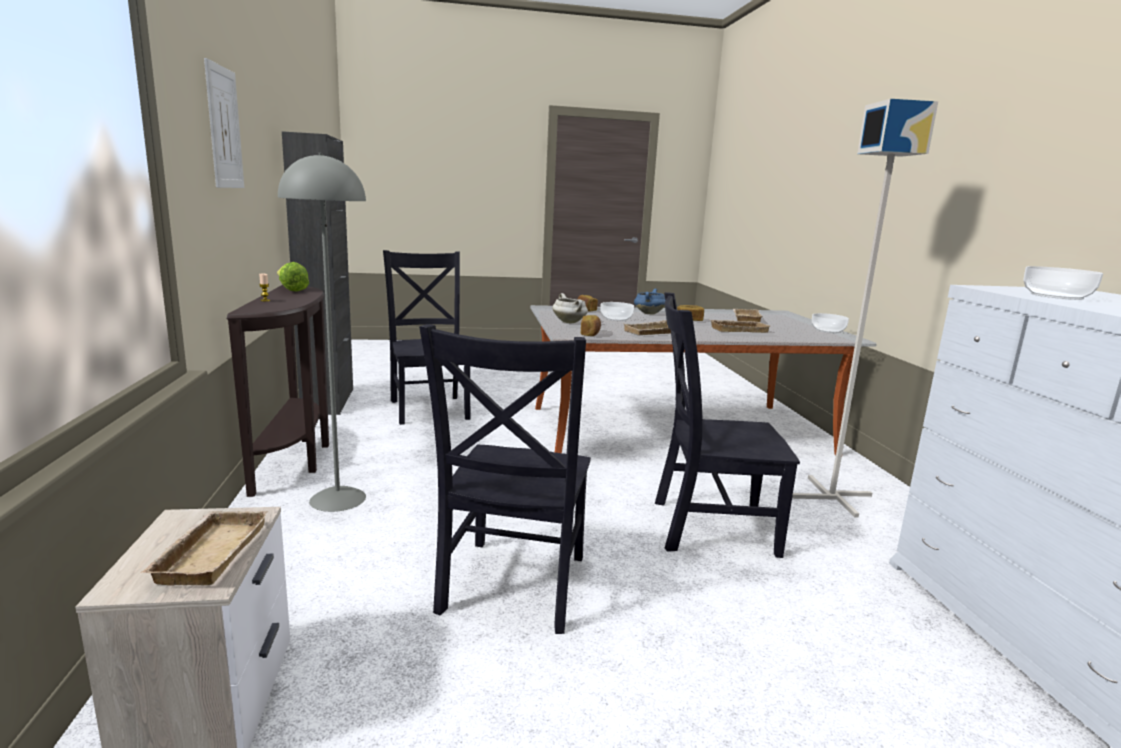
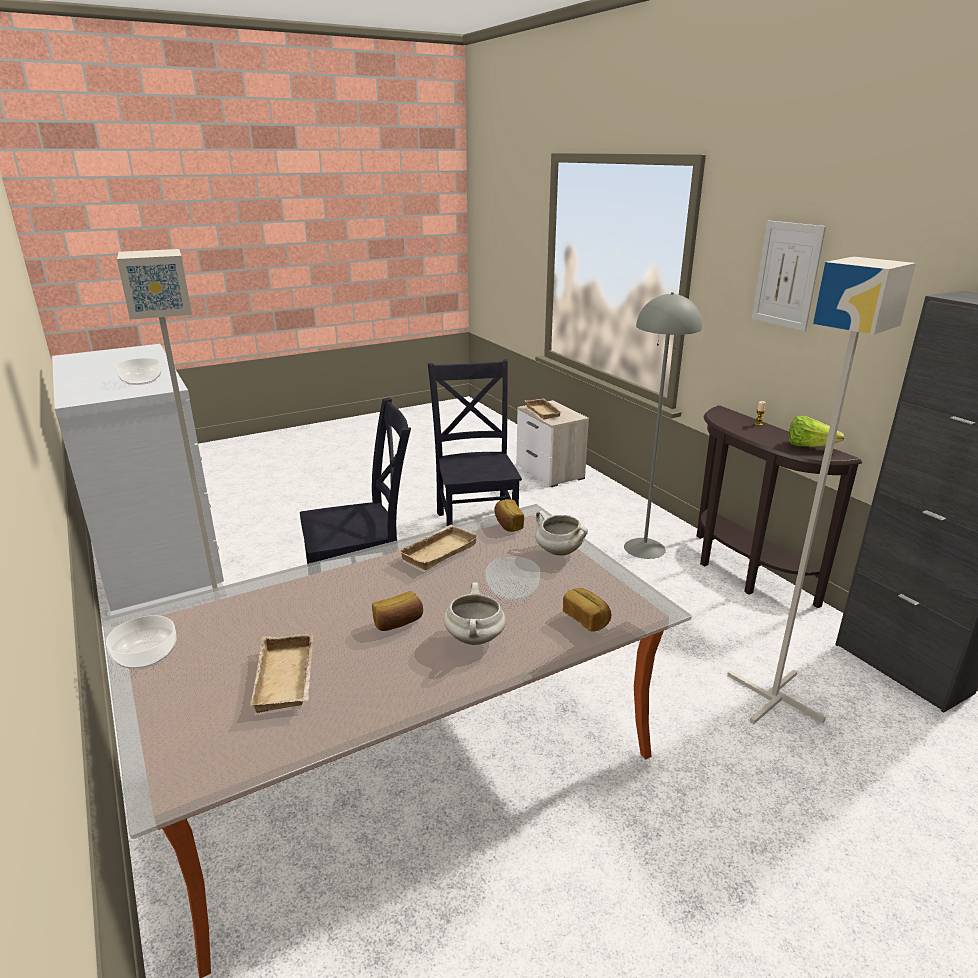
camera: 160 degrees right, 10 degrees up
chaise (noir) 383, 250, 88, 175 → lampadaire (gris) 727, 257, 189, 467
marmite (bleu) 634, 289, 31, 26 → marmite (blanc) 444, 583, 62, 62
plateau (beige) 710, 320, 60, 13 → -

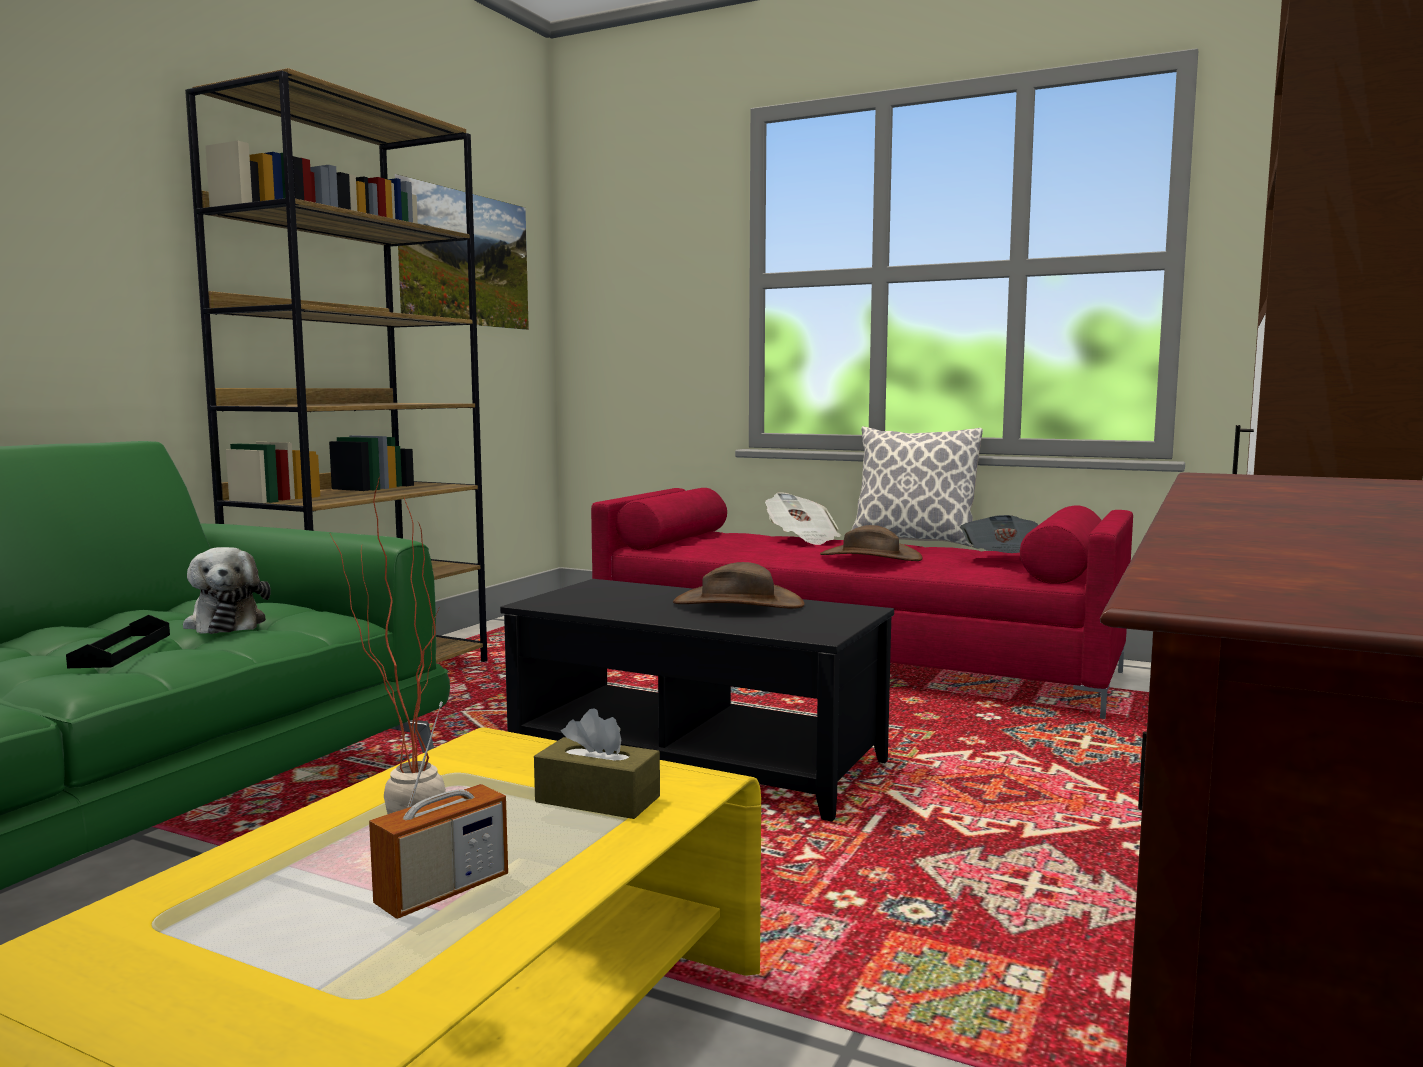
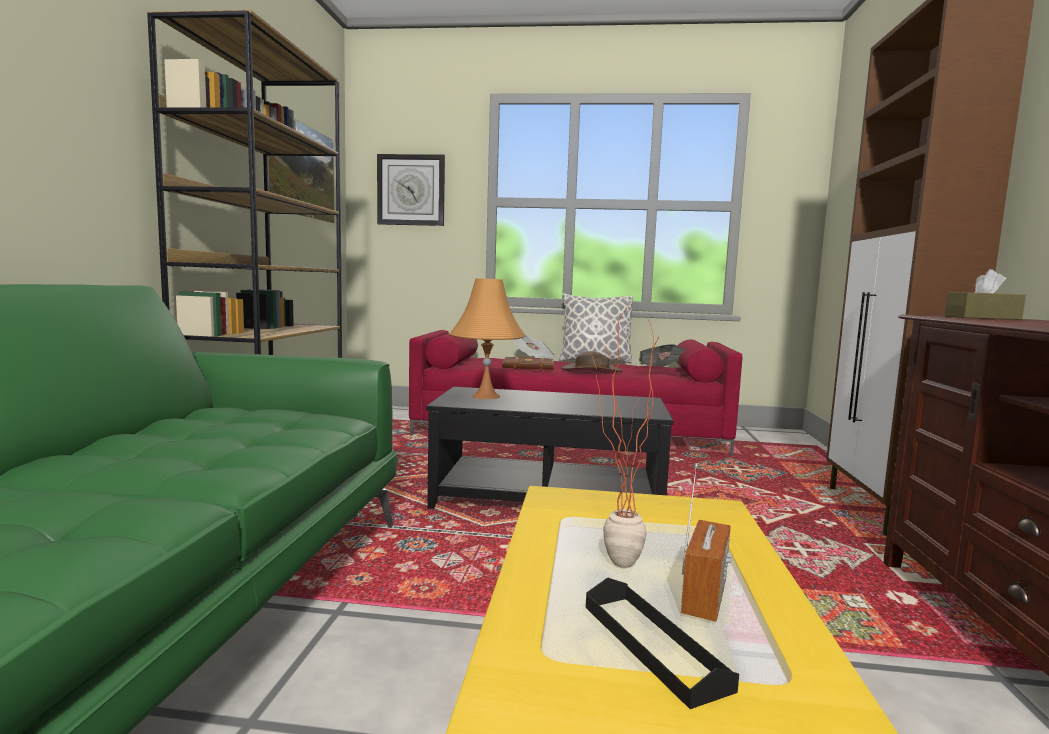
camera: 20 degrees left, 0 degrees up
peluche 183, 547, 88, 87 → -
chapeau (marron) 673, 562, 132, 47 → -
plateau (noir) 66, 615, 104, 53 → plateau (noir) 586, 577, 153, 132, shifted
boîte à mouchoirs (marron) 534, 708, 126, 111 → boîte à mouchoirs (marron) 945, 269, 81, 51, shifted
- → horloge murale 377, 154, 68, 72
- → lampe de table (orange) 449, 278, 76, 121
- → livre (marron) 502, 357, 52, 13

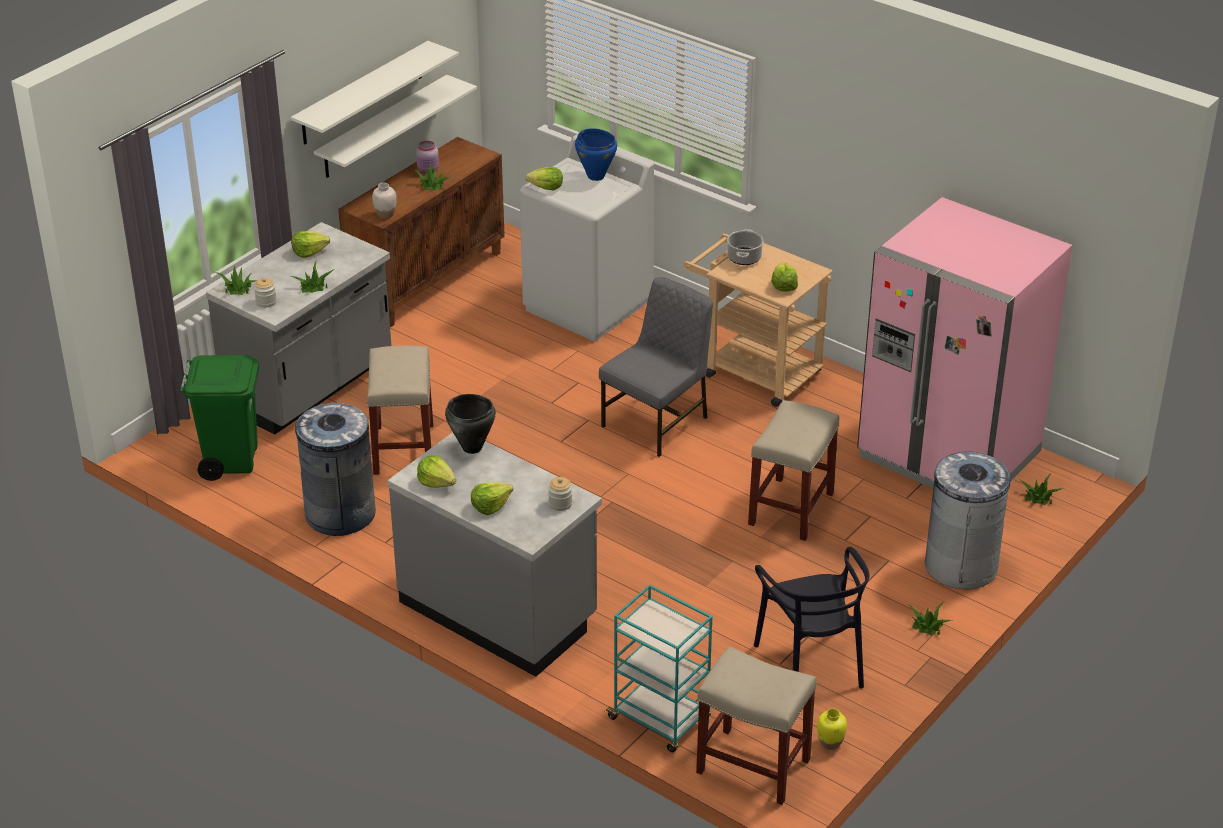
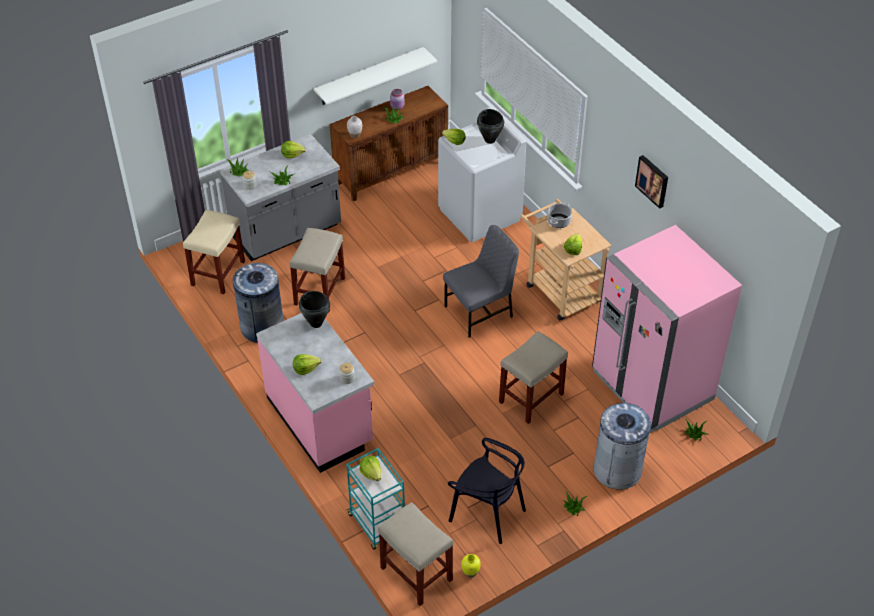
camera: 20 degrees right, 10 degrees up
étagère (blanc) 291, 41, 168, 104 → -
marmite (bleu) 575, 128, 42, 53 → marmite (noir) 477, 109, 27, 35
poubelle (vert) 180, 355, 79, 126 → tabouret (beige) 183, 210, 62, 84
comptoir de cuisine (gris) 388, 432, 214, 245 → comptoir de cuisine (rose) 256, 313, 118, 160
laitue 417, 455, 39, 33 → laitue 359, 456, 22, 25, shifted
chaise (noir) 754, 547, 115, 142 → chaise (noir) 448, 438, 78, 106, 60 degrees counterclockwise
- → tableau 635, 155, 33, 54

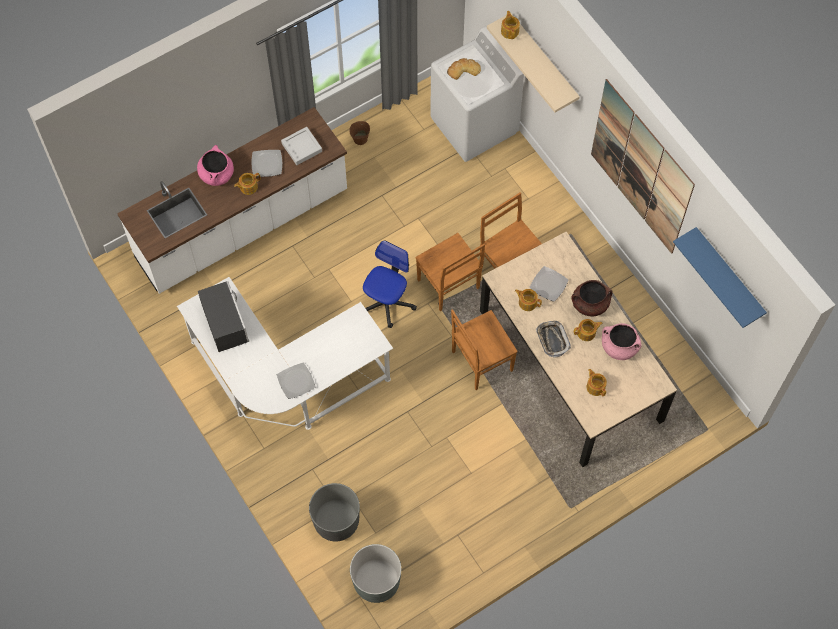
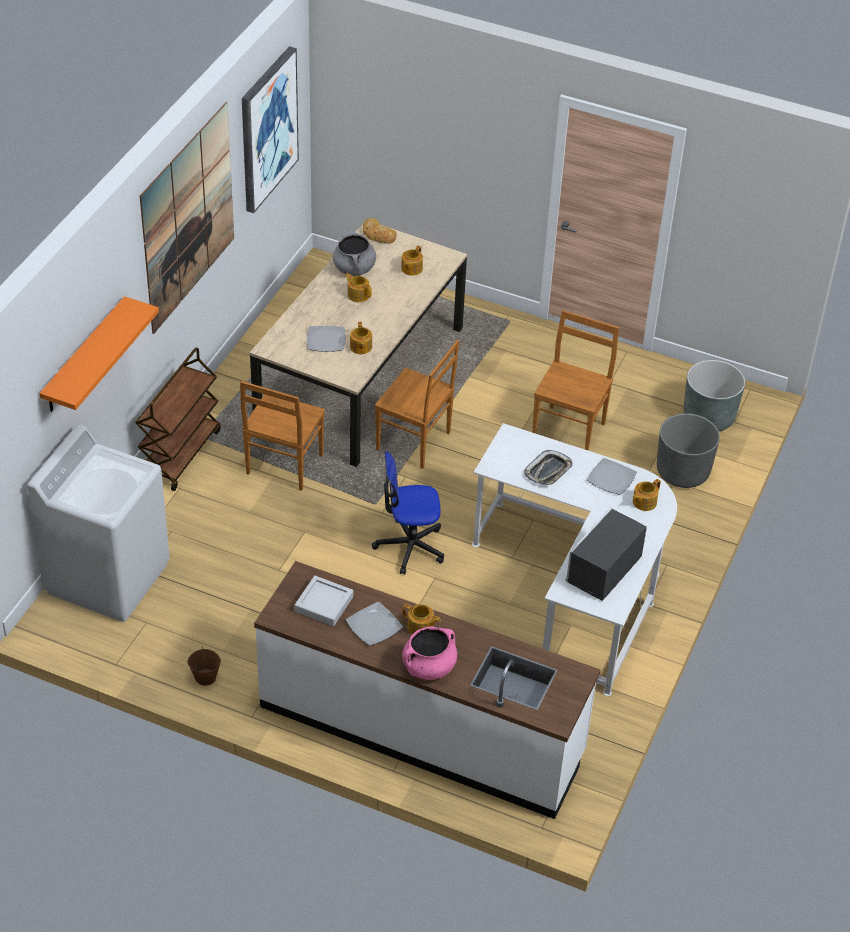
camera: 125 degrees left, 20 degrees down
théière 501, 11, 19, 28 → théière 633, 479, 28, 32, shifted
étagère (beige) 487, 13, 93, 100 → étagère (orange) 39, 296, 120, 116
pain 447, 58, 34, 22 → pain 363, 218, 34, 26, shifted
étagère (bleu) 673, 227, 94, 101 → tableau 242, 46, 57, 167
chaise (marron) 416, 233, 69, 78 → chaise (marron) 532, 310, 87, 141, shifted
marmite (marron) 571, 280, 42, 37 → -
plateau 536, 321, 35, 37 → plateau 524, 450, 48, 35, shifted
marmite (rose) 602, 323, 40, 37 → marmite (gris) 333, 231, 43, 45
- → chariot (marron) 135, 347, 86, 144

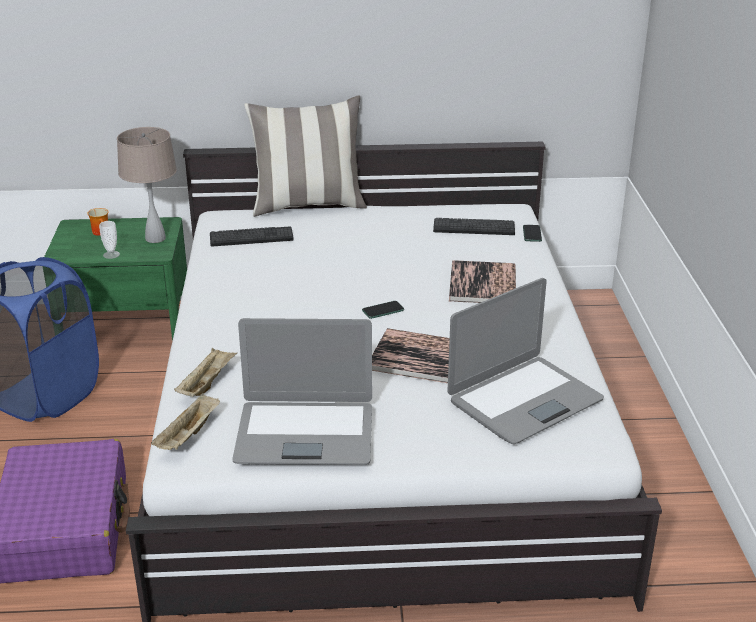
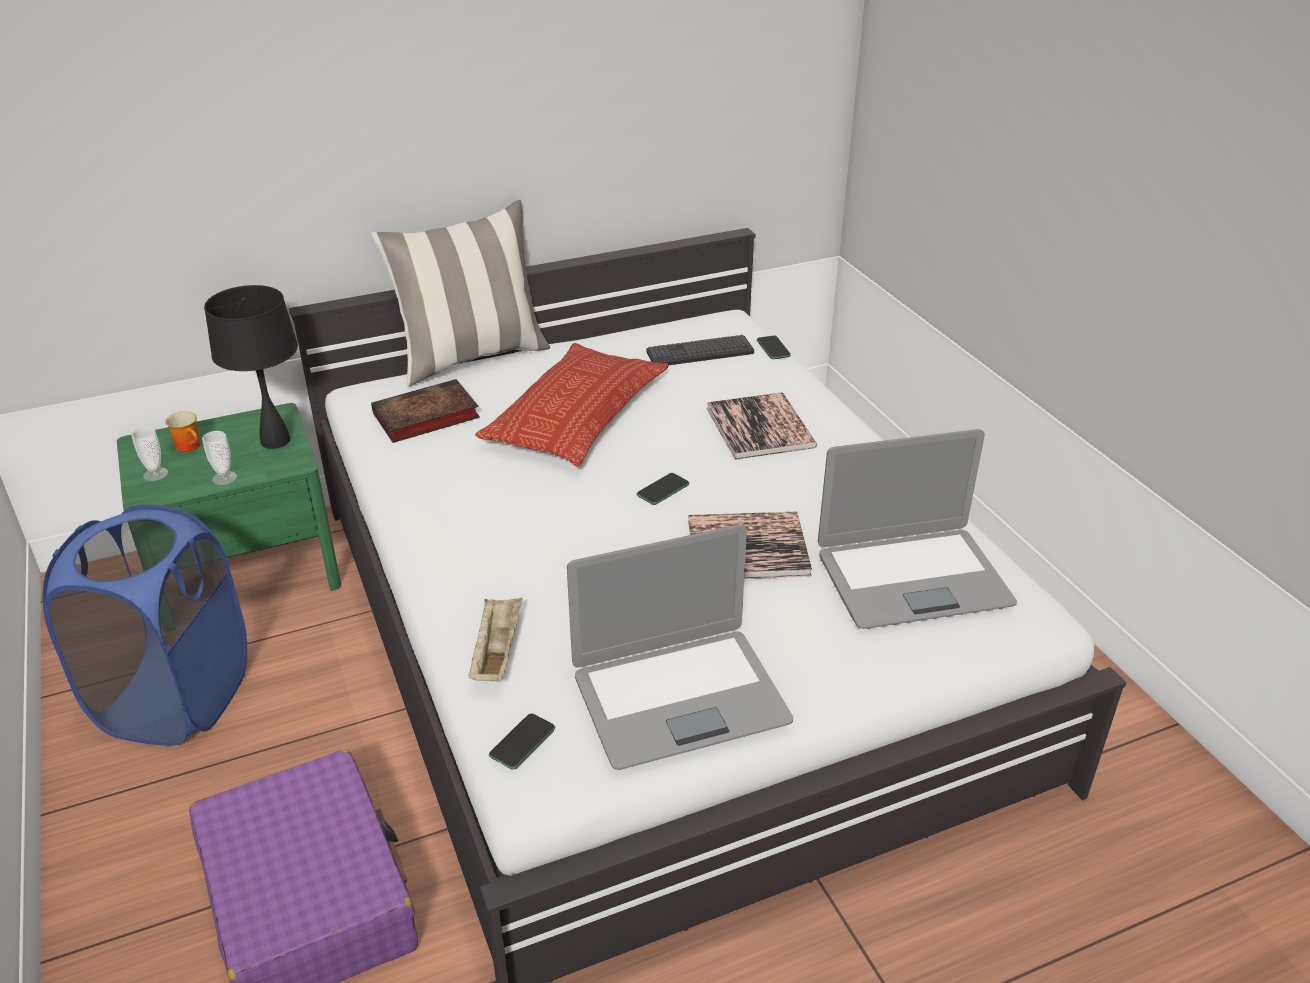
camera: 20 degrees left, 5 degrees up
lampe de table (beige) 117, 127, 60, 116 → lampe de table (noir) 204, 285, 94, 164
clavier 210, 226, 84, 21 → livre 371, 379, 109, 64
ordinateur portable 447, 278, 157, 166 → ordinateur portable 818, 429, 199, 200, 45 degrees clockwise
plateau (beige) 151, 393, 69, 57 → téléphone 489, 713, 66, 57
- → coussin 475, 343, 193, 123
- → tasse 131, 427, 37, 54

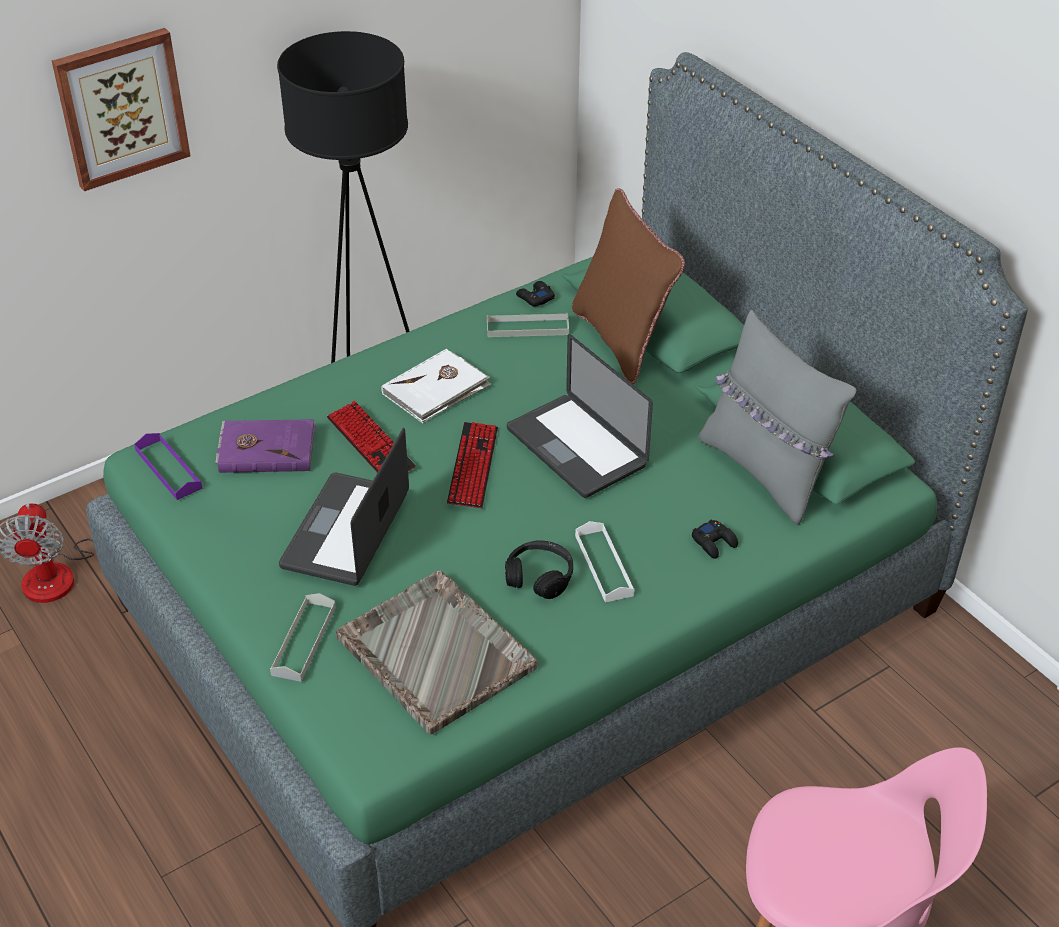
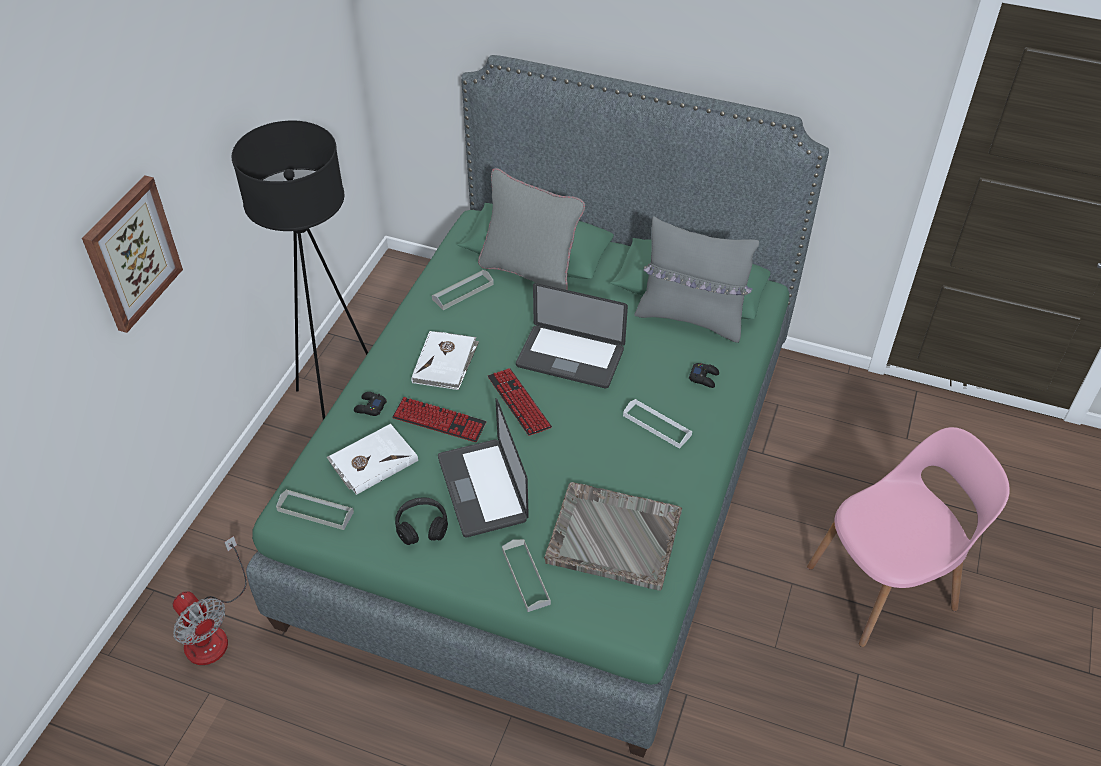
camera: 35 degrees left, 5 degrees up
coussin (marron) 572, 188, 113, 196 → coussin (gris) 478, 168, 107, 122
manette (noir) 516, 281, 39, 26 → manette (noir) 354, 392, 33, 24, shifted
livre (violet) 215, 419, 101, 54 → livre (blanc) 327, 424, 91, 71
plateau (violet) 134, 433, 69, 67 → plateau (gris) 276, 489, 78, 41
casque audio (noir) 505, 540, 68, 59 → casque audio (noir) 395, 498, 53, 47, shifted

